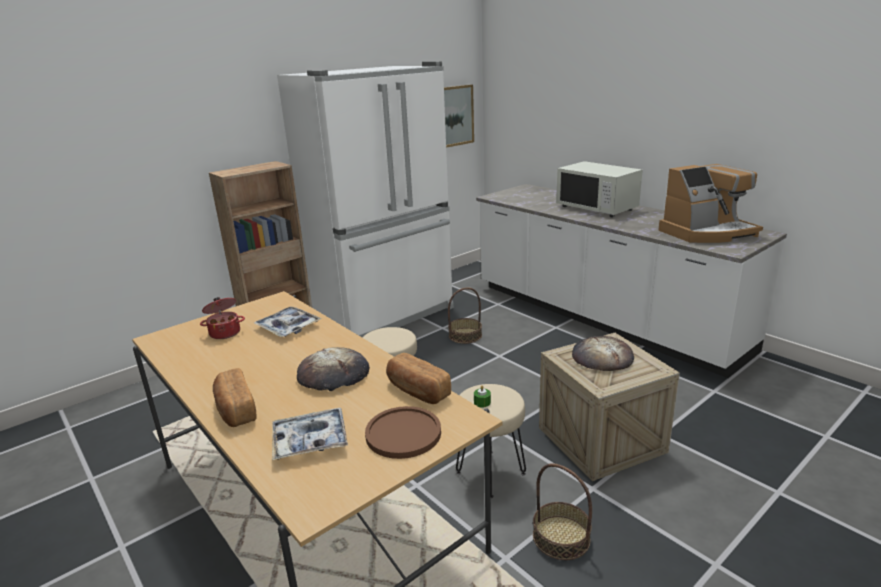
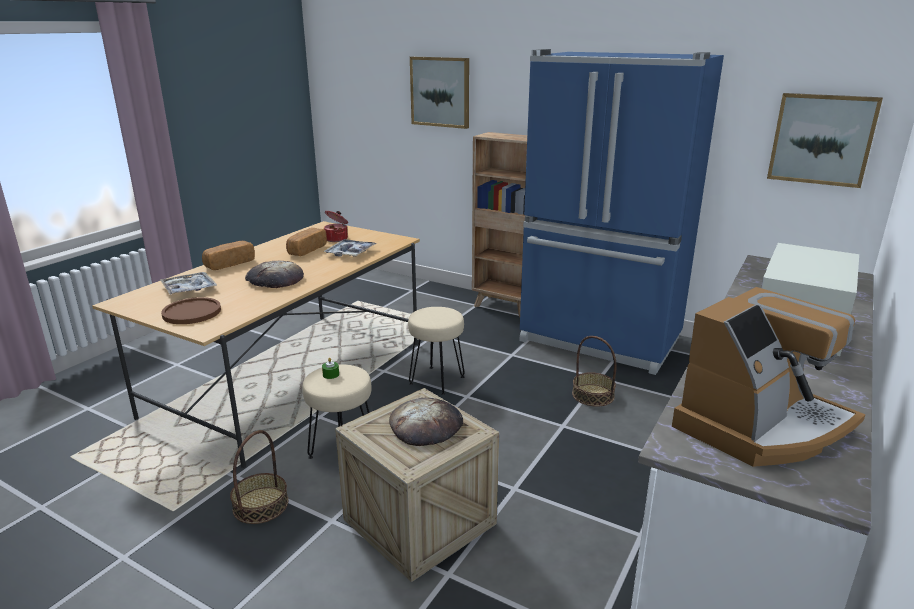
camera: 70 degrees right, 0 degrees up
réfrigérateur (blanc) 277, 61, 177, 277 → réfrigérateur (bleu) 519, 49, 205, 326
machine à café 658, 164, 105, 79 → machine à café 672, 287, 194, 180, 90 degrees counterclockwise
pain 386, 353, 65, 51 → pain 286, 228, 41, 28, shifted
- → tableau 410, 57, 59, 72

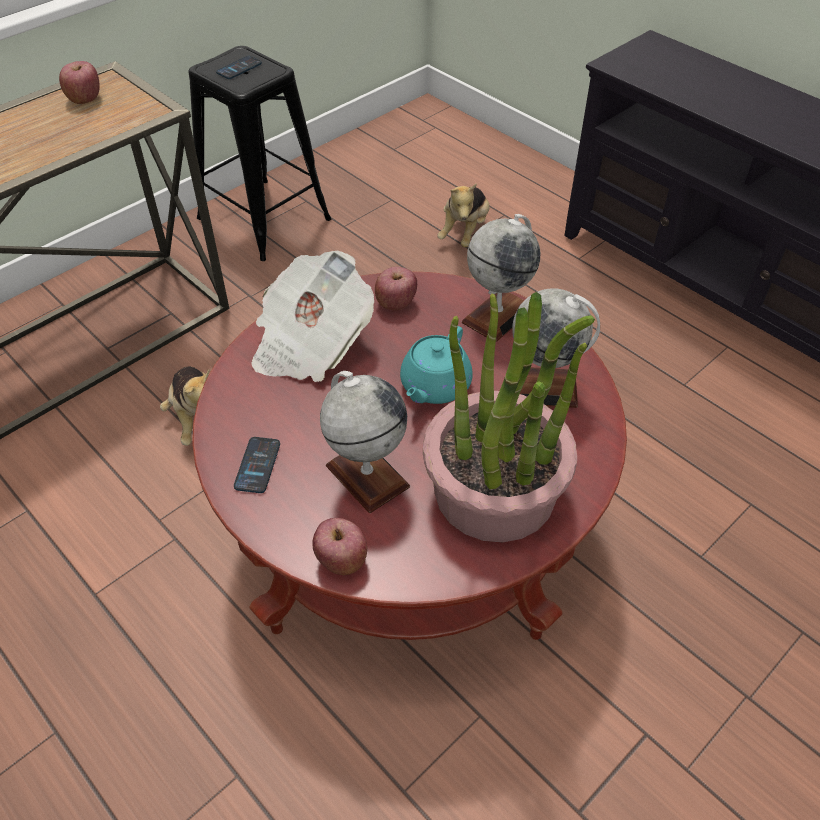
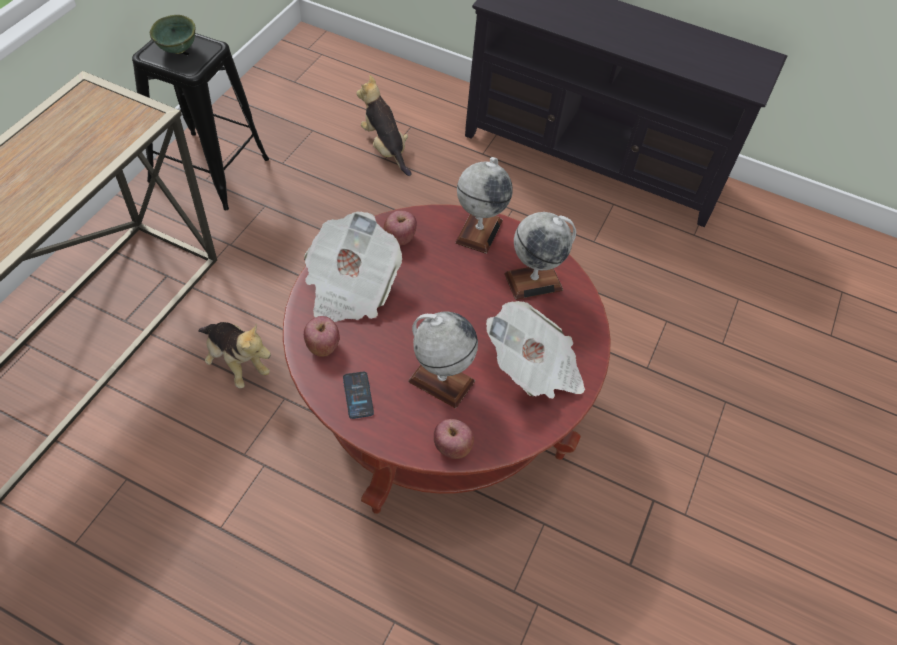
camera: 25 degrees left, 5 degrees up
téléphone 216, 56, 46, 23 → bol (vert) 150, 15, 45, 39
pomme 59, 61, 41, 43 → pomme 304, 316, 36, 41, shifted
peluche 437, 183, 53, 64 → peluche 356, 75, 56, 101, 150 degrees clockwise
plante en pot 423, 292, 172, 250 → journal 486, 301, 99, 98
théière (turquoise) 400, 326, 73, 78 → -

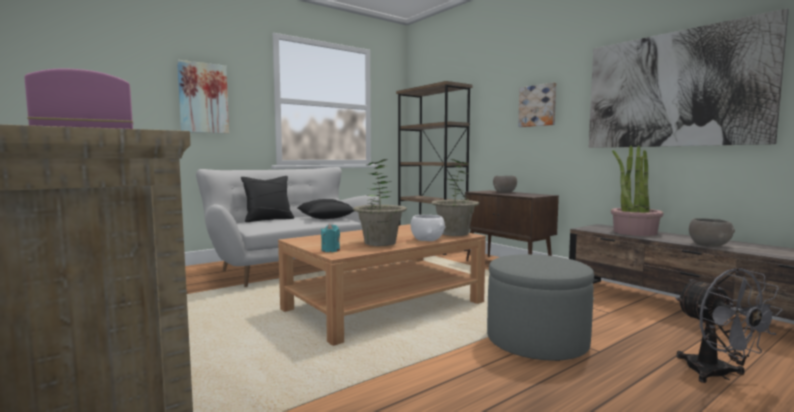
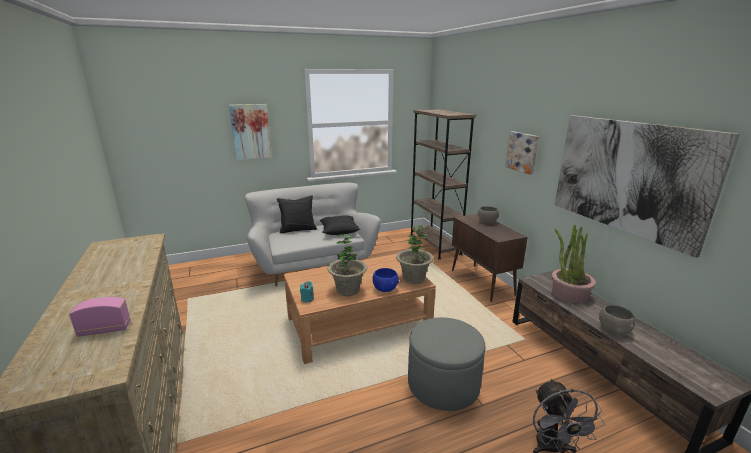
camera: 15 degrees right, 15 degrees up
bol (blanc) 411, 215, 34, 26 → bol (bleu) 373, 268, 26, 24

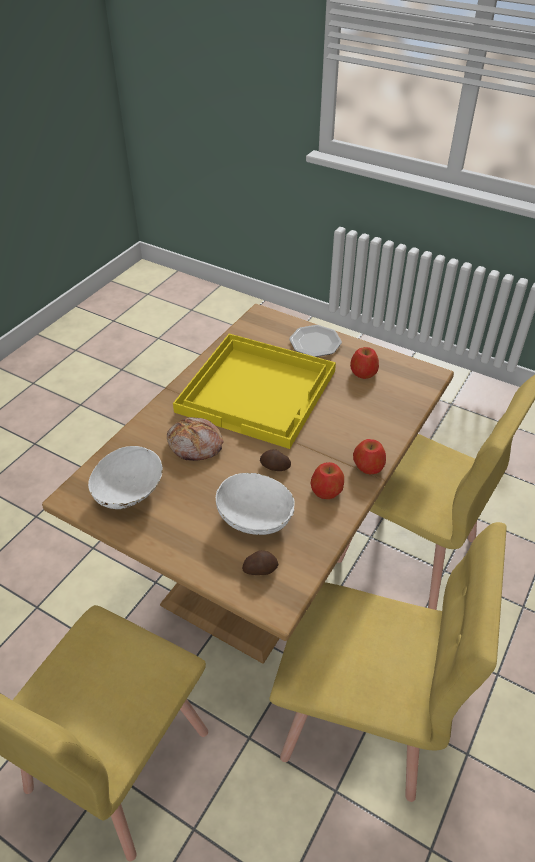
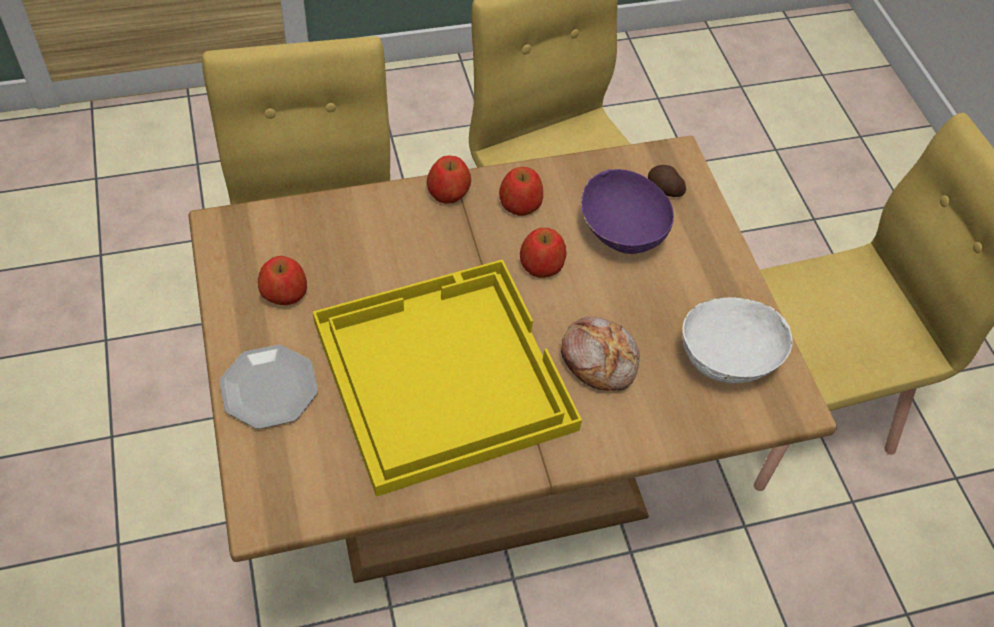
camera: 140 degrees left, 10 degrees up
pomme de terre 260, 449, 31, 22 → pomme 520, 228, 46, 50
bol (blanc) 216, 473, 79, 62 → bol (violet) 581, 169, 93, 85

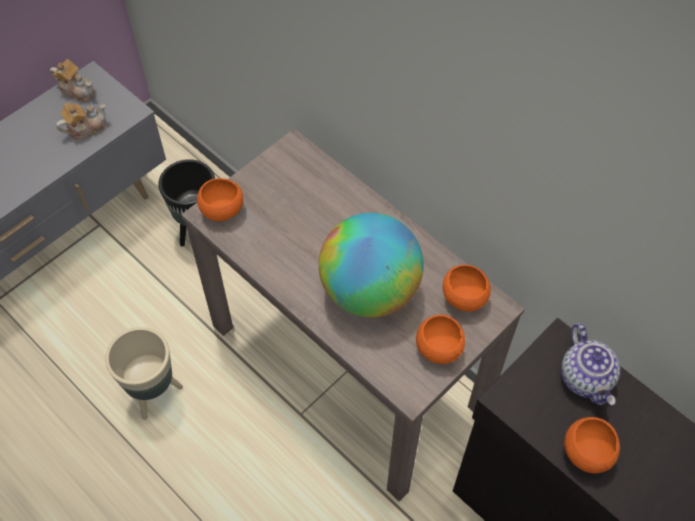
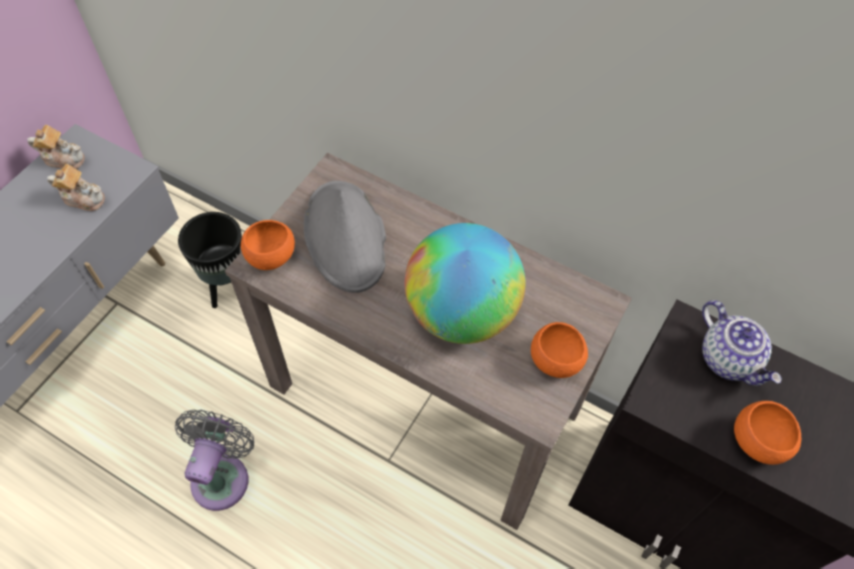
camera: 15 degrees left, 0 degrees up
théière 56, 103, 50, 37 → théière 47, 164, 58, 47, 60 degrees clockwise
bol (orange) 443, 265, 48, 47 → -
cache-pot (beige) 105, 327, 78, 93 → ventilateur (gris) 175, 410, 79, 101
- → chapeau (gris) 304, 181, 82, 112

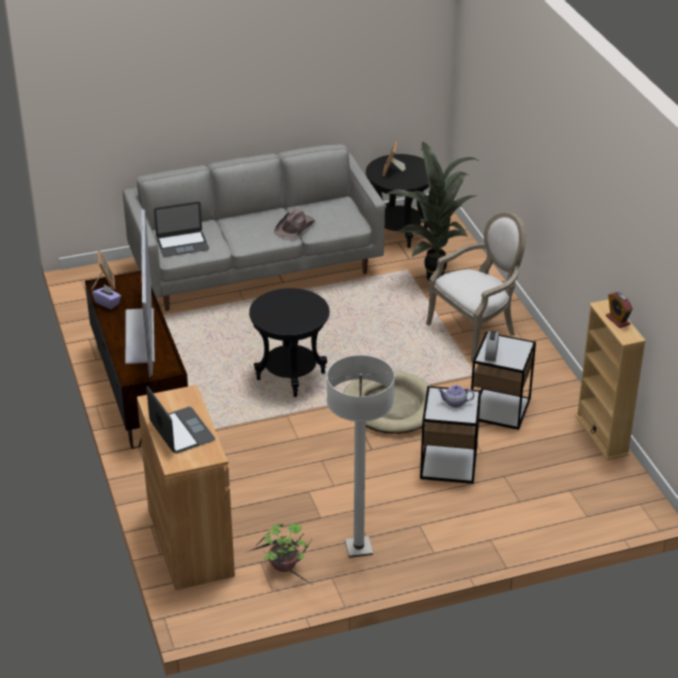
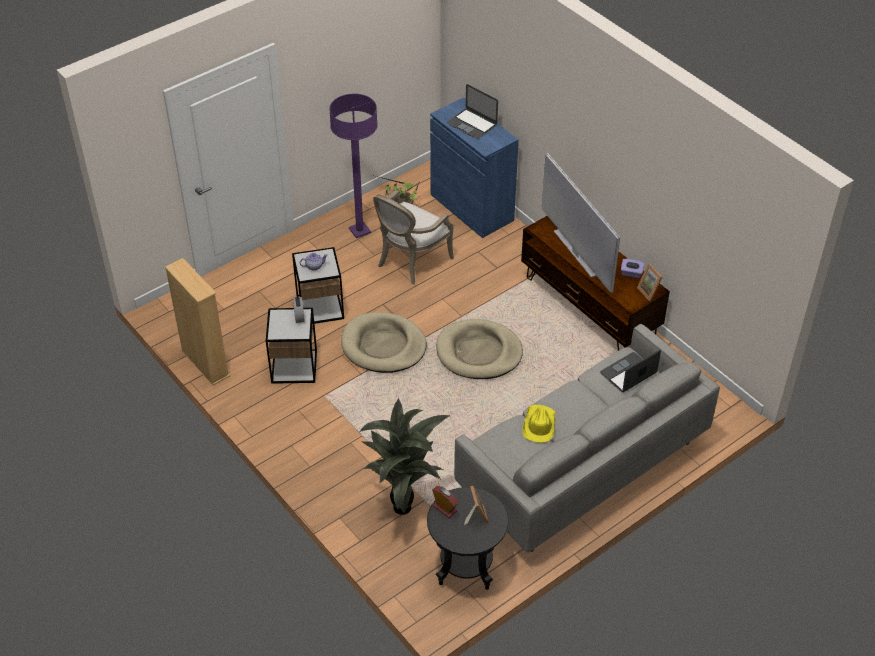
camera: 160 degrees right, 10 degrees up
chapeau (marron) 274, 209, 42, 29 → chapeau (jaune) 522, 405, 34, 38
fauteuil 426, 212, 100, 150 → fauteuil 373, 190, 81, 94, shifted
table d'appoint (noir) 249, 288, 81, 109 → panier pour chien (beige) 436, 319, 87, 60
réveil 606, 292, 27, 36 → réveil 432, 486, 26, 32, shifted
lampadaire (blanc) 327, 355, 68, 203 → lampadaire (violet) 329, 93, 49, 145
meuble de rangement (marron) 137, 385, 98, 205 → meuble de rangement (bleu) 430, 97, 89, 141

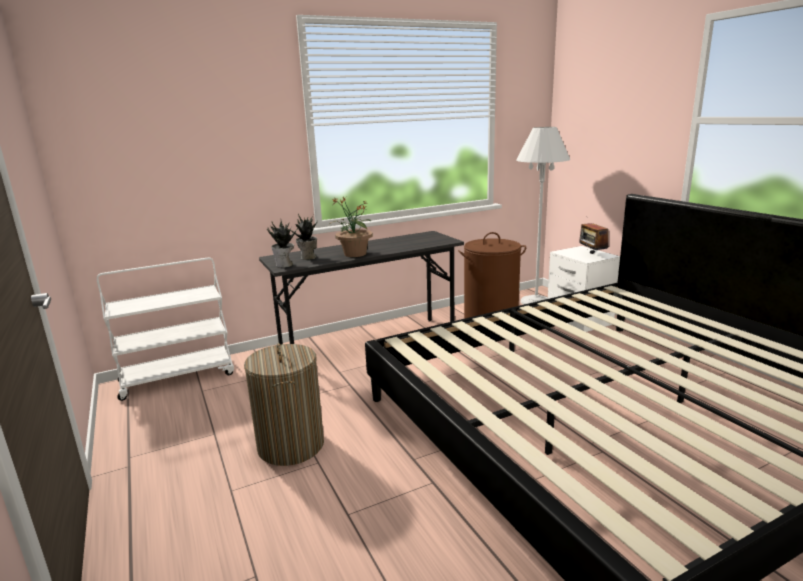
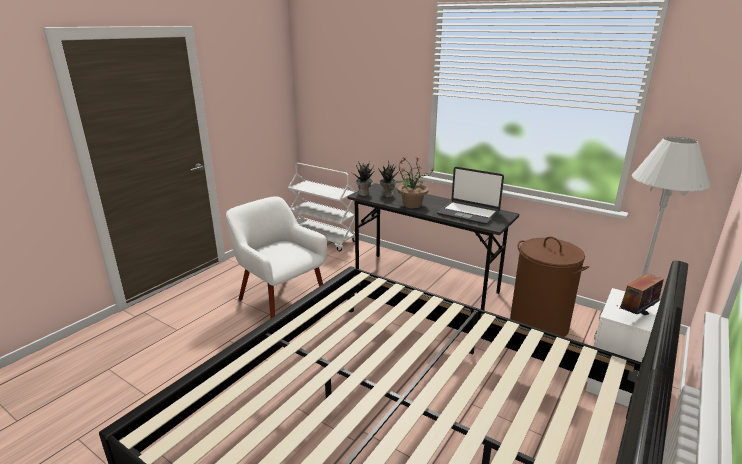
camera: 60 degrees right, 5 degrees up
panier à linge 244, 343, 80, 123 → fauteuil (blanc) 226, 196, 101, 122
- → ordinateur portable 437, 167, 67, 57

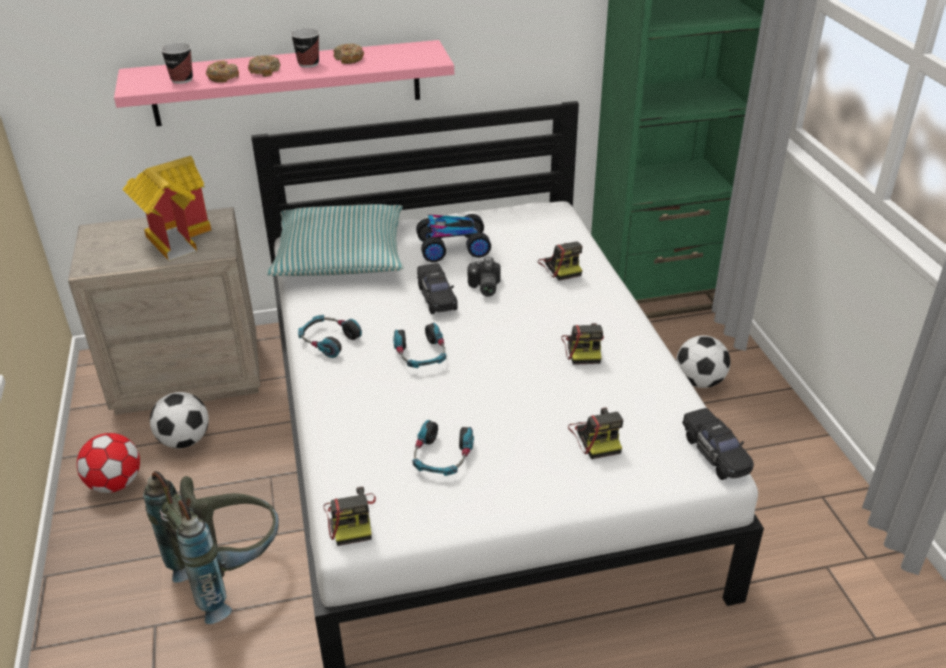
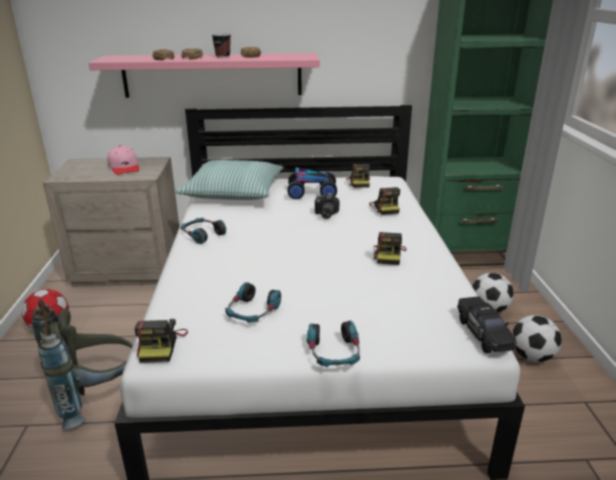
camera: 10 degrees right, 10 degrees down
tasse 161, 43, 32, 41 → -
maison miniature 122, 156, 89, 105 → casquette (rose) 107, 145, 32, 30
petite voiture (noir) 417, 263, 41, 51 → -
casque audio 393, 323, 53, 45 → casque audio 307, 320, 53, 47, shifted
ballon de foot 150, 392, 59, 57 → ballon de foot 512, 315, 50, 47, shifted
appareil photo 568, 407, 55, 52 → appareil photo 346, 164, 24, 24, shifted

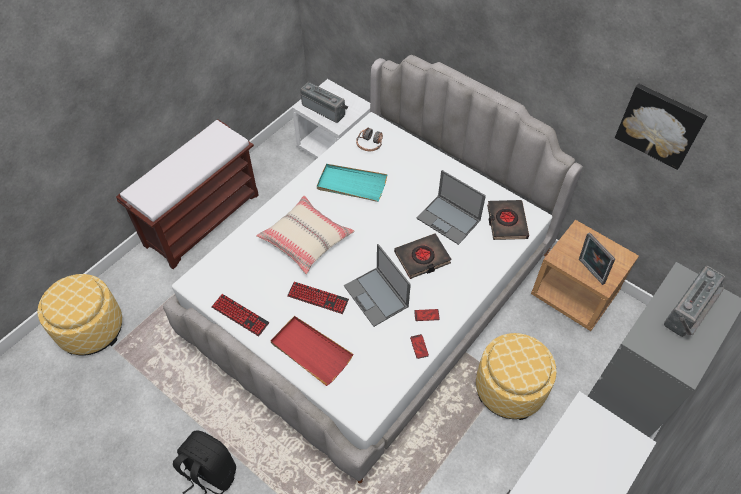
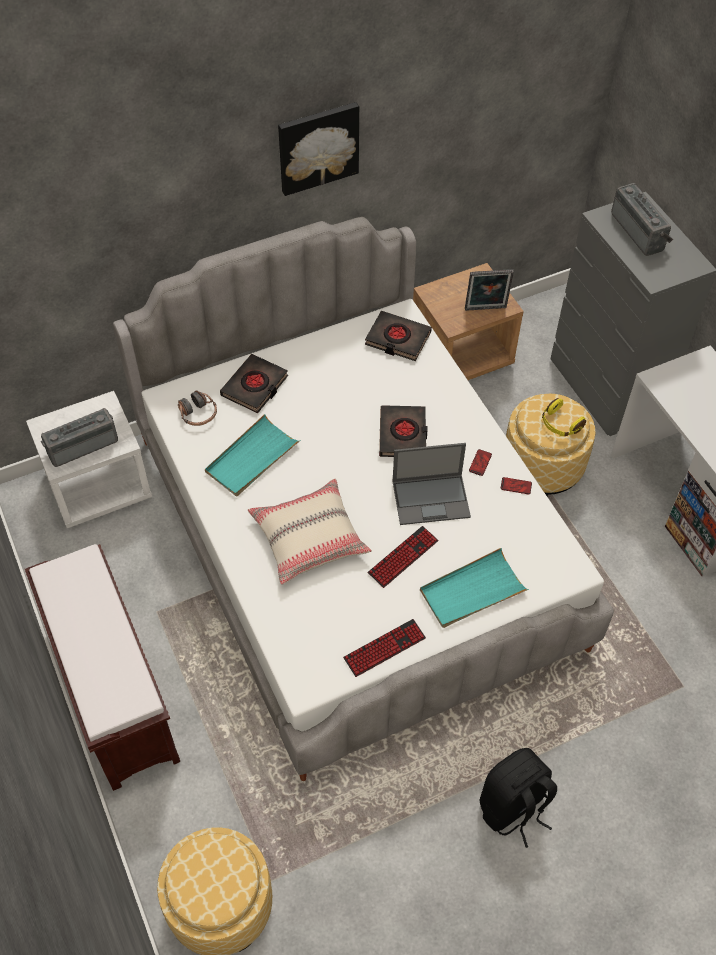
camera: 65 degrees left, 0 degrees up
tableau 615, 84, 93, 86 → tableau 278, 102, 81, 94, shifted
ordinateur portable 416, 170, 70, 75 → -
plateau (rouge) 271, 316, 82, 70 → plateau (turquoise) 420, 548, 109, 80
- → livre (noir) 220, 354, 68, 59
- → casque audio (jaune) 542, 398, 44, 38

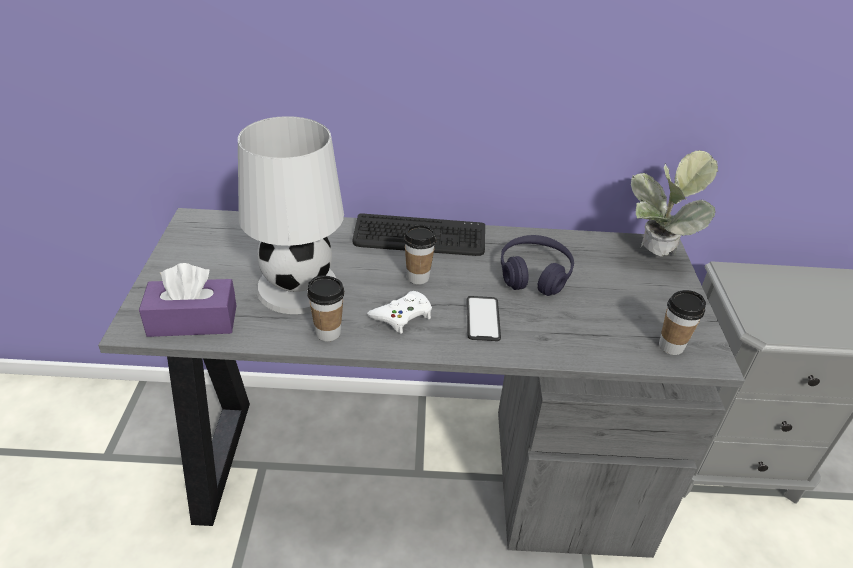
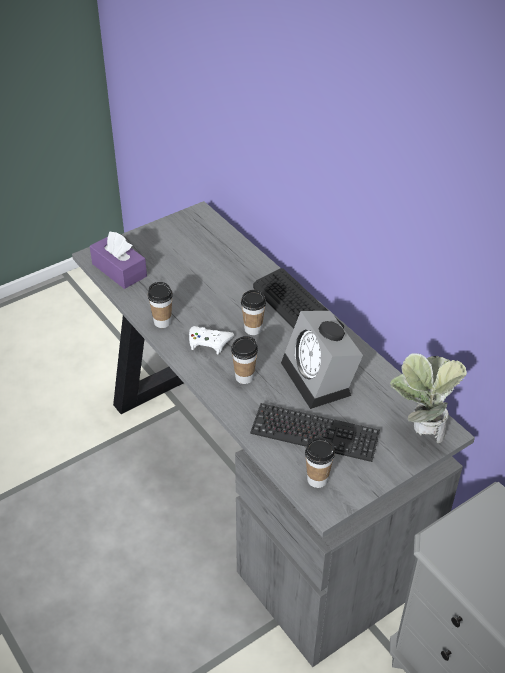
camera: 55 degrees right, 5 degrees up
lampe de table (blanc) 238, 116, 106, 198 → -
casque audio (violet) 501, 235, 73, 61 → réveil 281, 311, 82, 98
téléphone 467, 296, 34, 45 → tasse 231, 336, 27, 48
- → clavier 250, 403, 130, 59

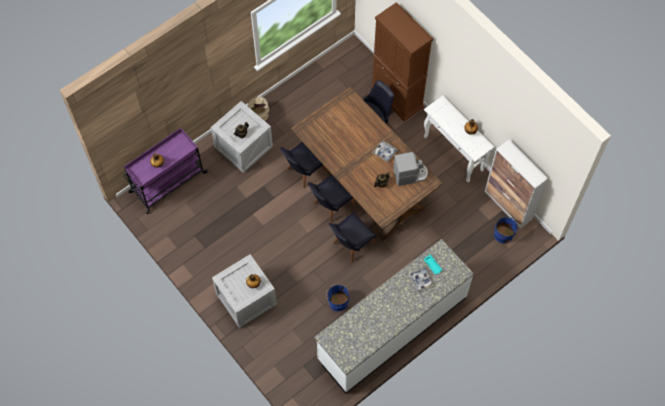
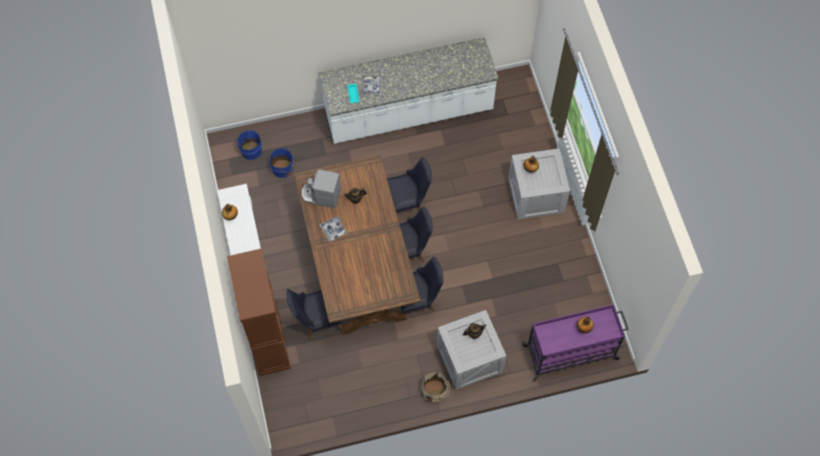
camera: 155 degrees left, 0 degrees up
meuble de rangement 485, 139, 63, 90 → -
seau (bleu) 326, 284, 24, 27 → seau (bleu) 269, 147, 25, 31, shifted

